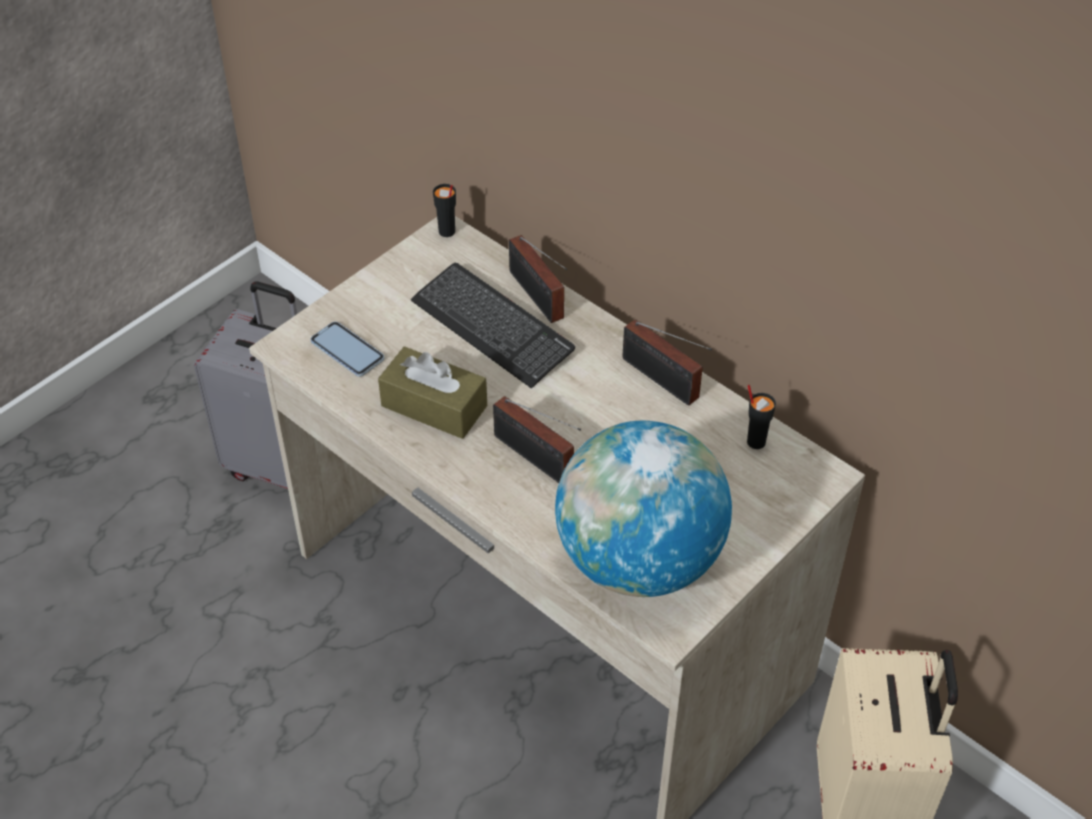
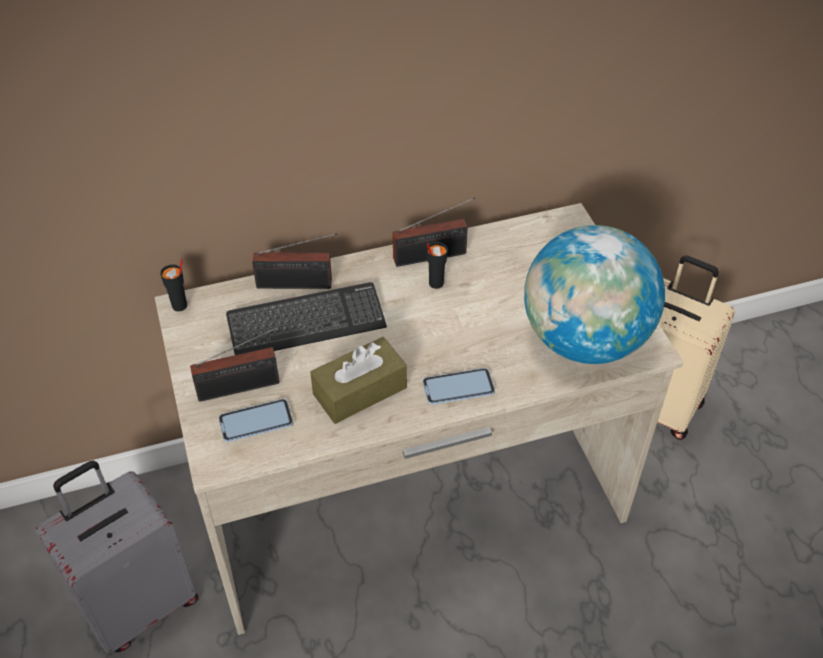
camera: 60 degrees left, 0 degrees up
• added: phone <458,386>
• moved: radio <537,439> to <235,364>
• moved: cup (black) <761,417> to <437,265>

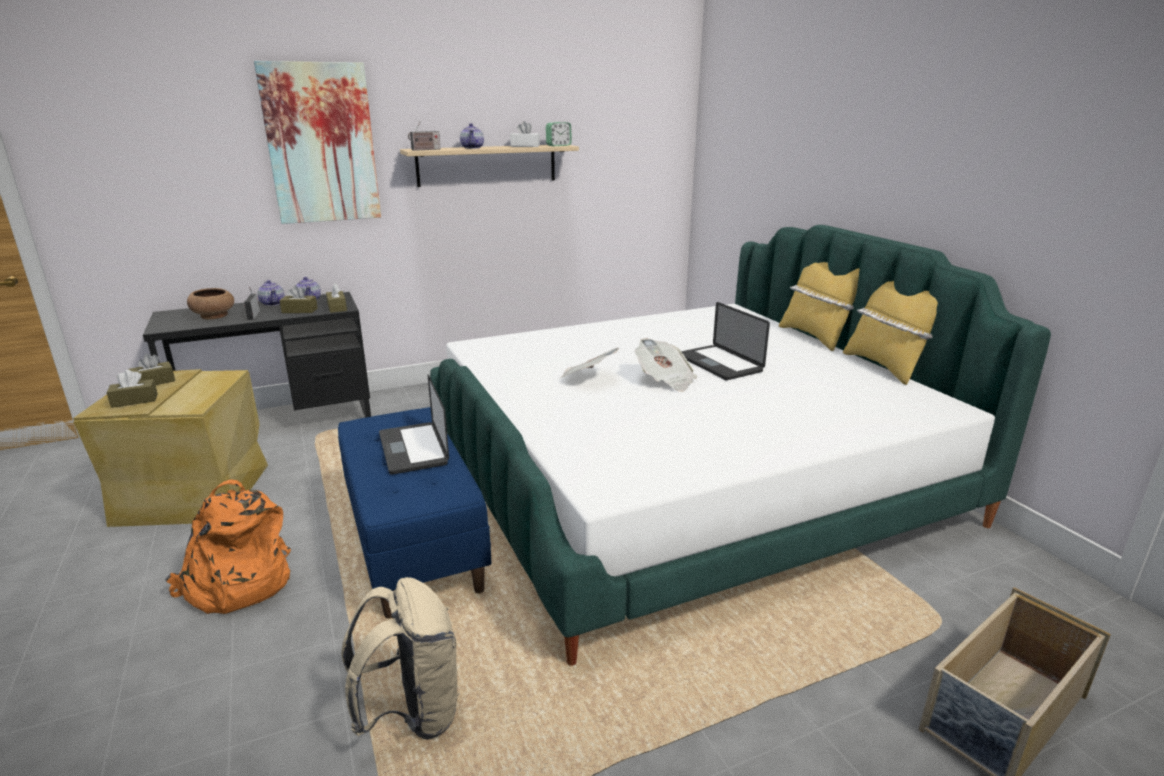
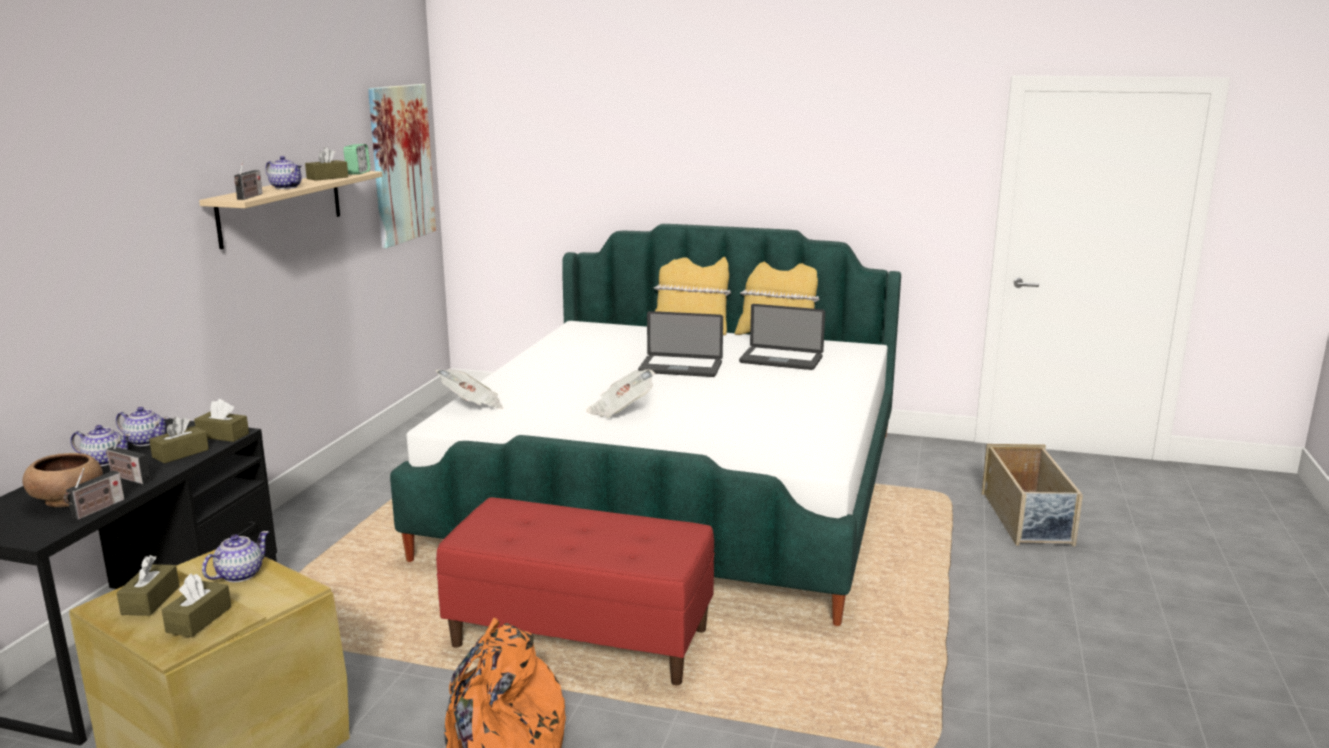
camera: 50 degrees left, 5 degrees down
• removed: backpack (beige) <400,658>
• added: radio <94,494>
• added: teapot <235,556>
• moved: picture <317,142> to <402,166>
• moved: laptop <414,425> to <782,337>
• moved: newspaper <666,365> to <470,389>
• recoloured: bench (blue) <414,513> to bench (red) <575,591>
• recoloured: tissue box (white) <525,134> to tissue box (brown) <326,164>

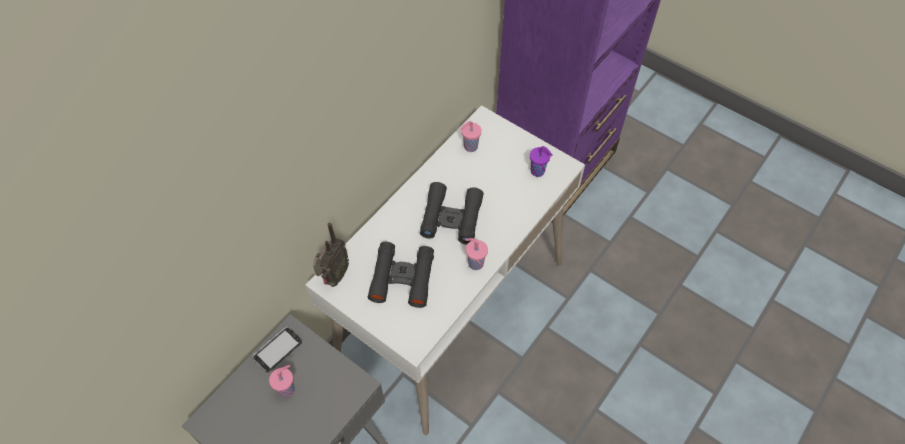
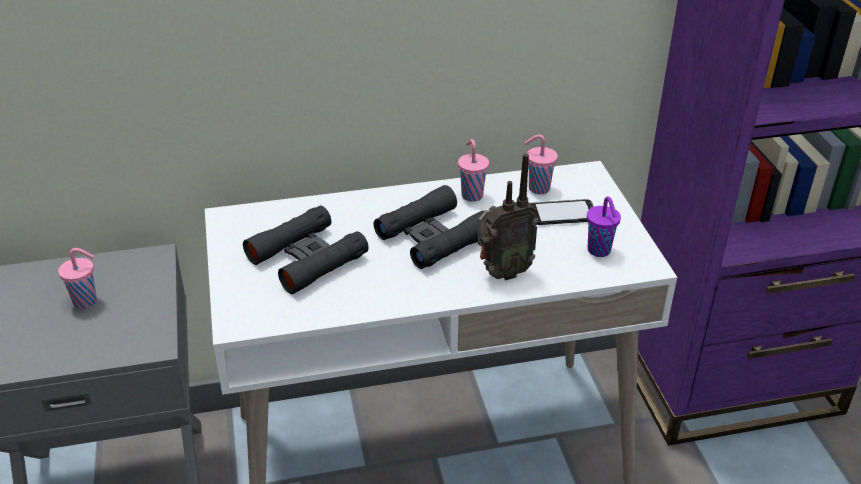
camera: 40 degrees right, 20 degrees down
• moved: phone <277,349> to <562,212>
• moved: radio <331,255> to <508,217>
• moved: cup (pink) <476,254> to <473,170>

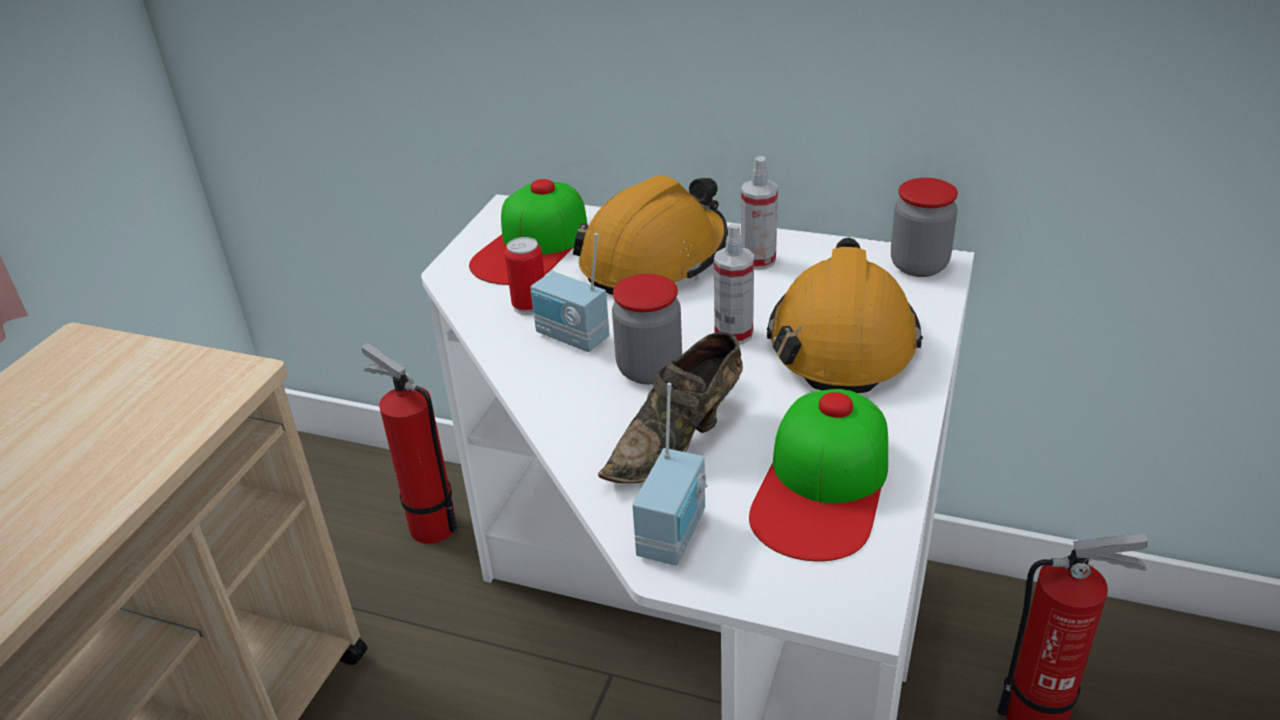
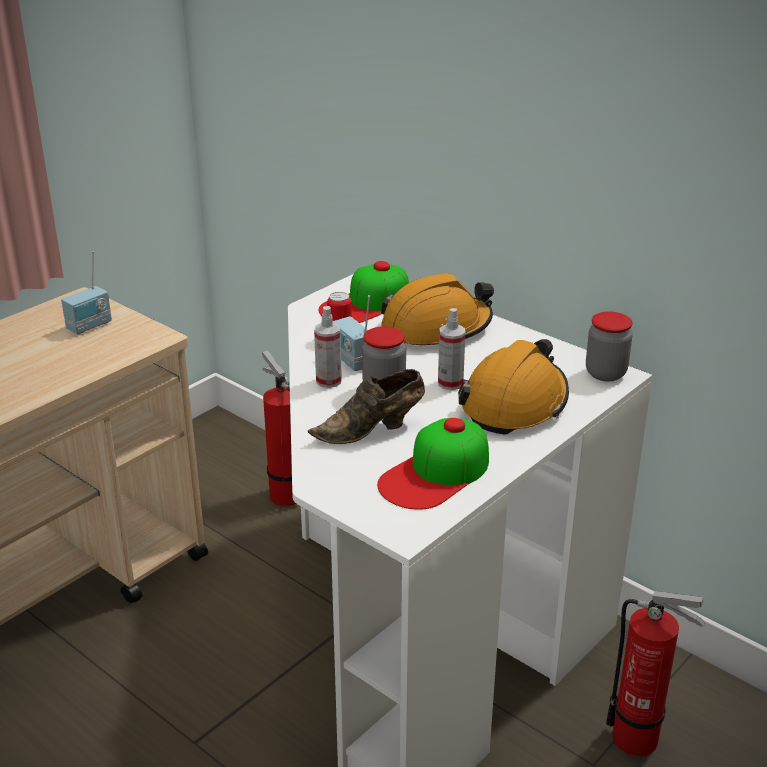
camera: 20 degrees right, 5 degrees down
• moved: radio <670,474> to <86,292>
• moved: spray bottle <759,213> to <328,347>

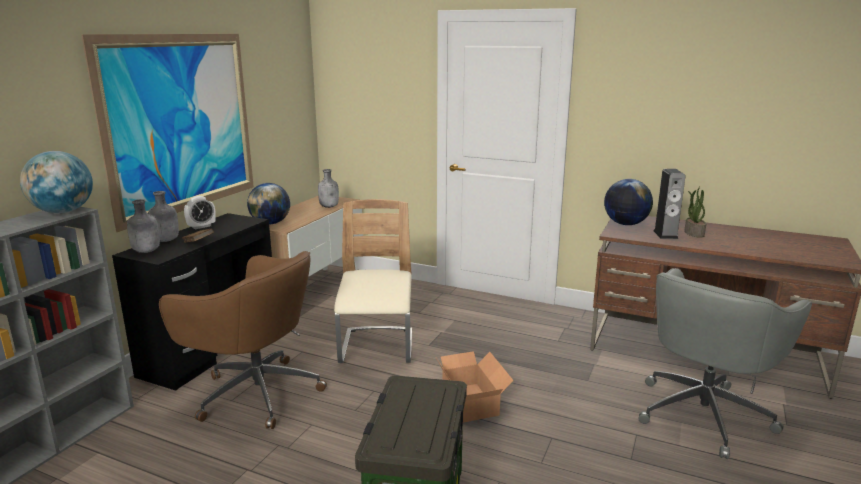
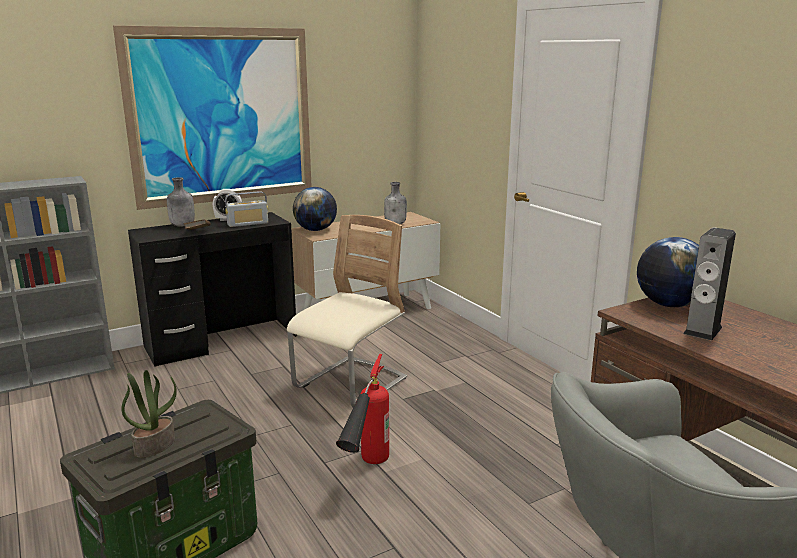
camera: 35 degrees right, 0 degrees up
• removed: globe <56,182>
• removed: bottle (grey) <143,226>
• removed: office chair (brown) <243,340>
• added: radio <246,209>
• moved: potted plant <695,212> to <149,414>
• replaced: cardboard box <475,387> to fire extinguisher <362,409>

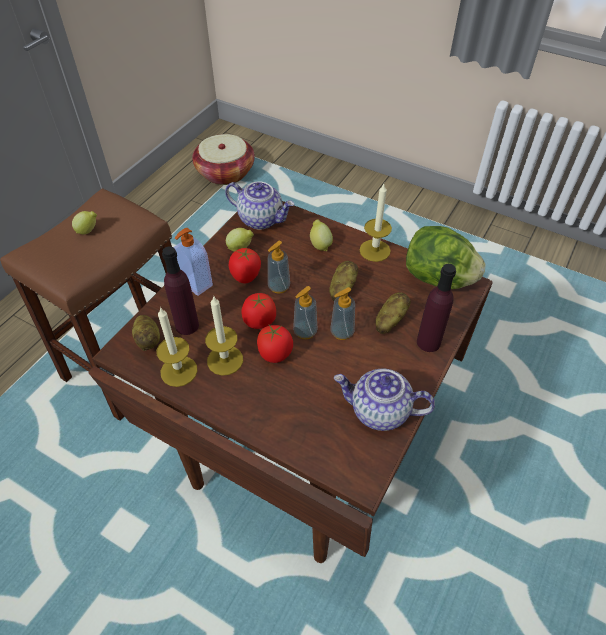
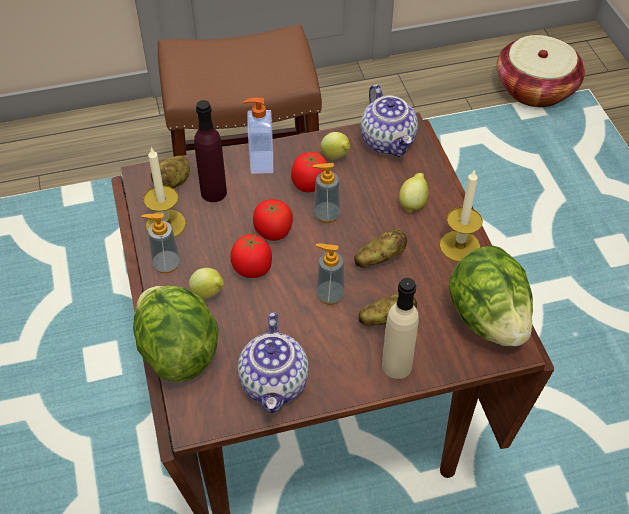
camera: 45 degrees right, 0 degrees up
• removed: candle <224,336>
• added: lettuce <176,334>
• moved: lemon <84,222> to <206,283>
• moved: soap dispenser <305,312> to <161,243>
• recoloured: bottle (purple) <436,308> to bottle (beige) <400,328>
• turned: teapot <384,400> = <273,363> 150 degrees counterclockwise

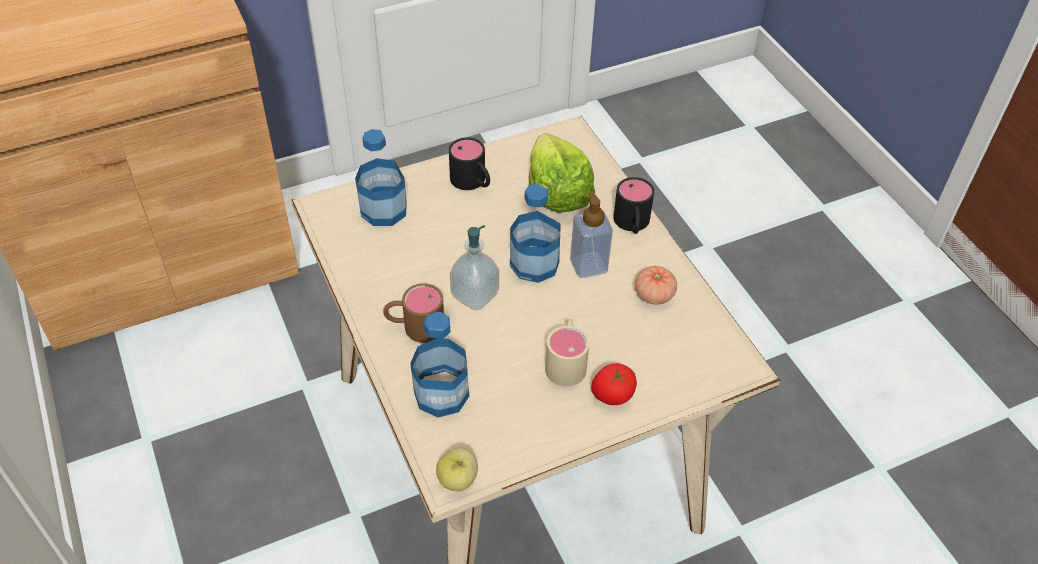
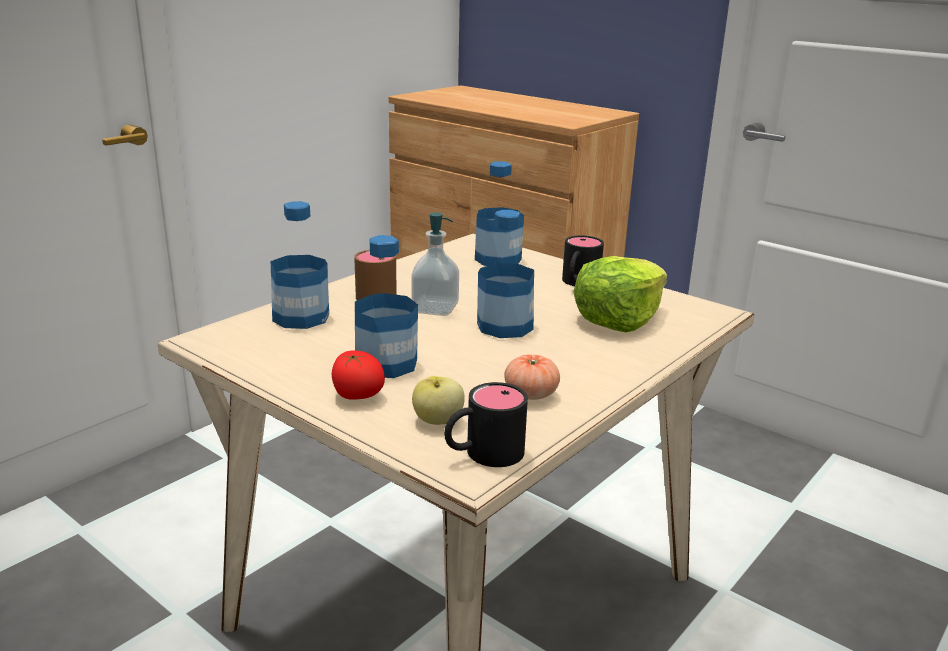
camera: 65 degrees right, 25 degrees down
• removed: soap dispenser <591,235>
• moved: apple <457,469> to <438,400>
• moved: mug (black) <633,205> to <486,424>
• replaced: mug (beige) <567,352> to bottle <386,306>

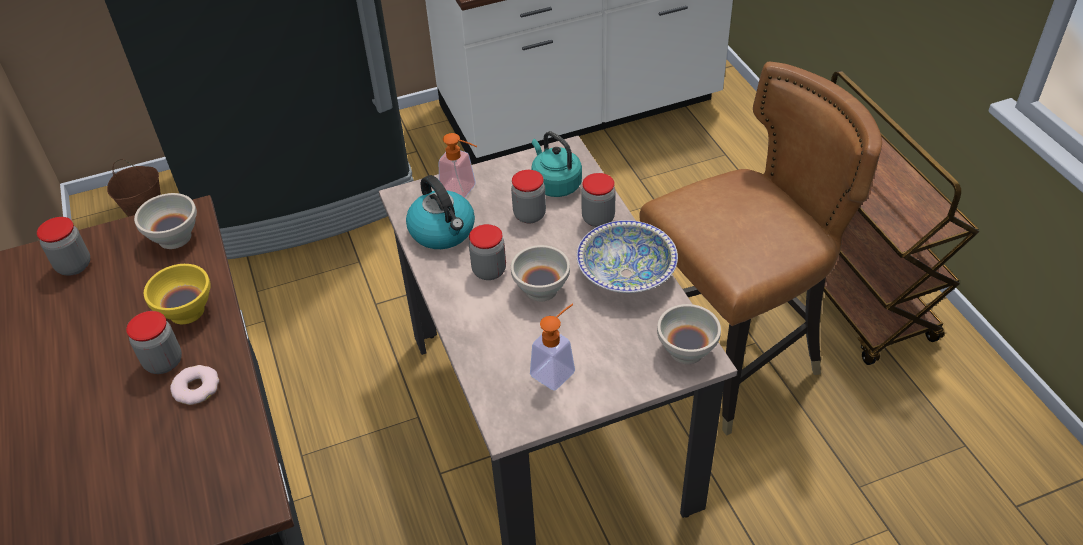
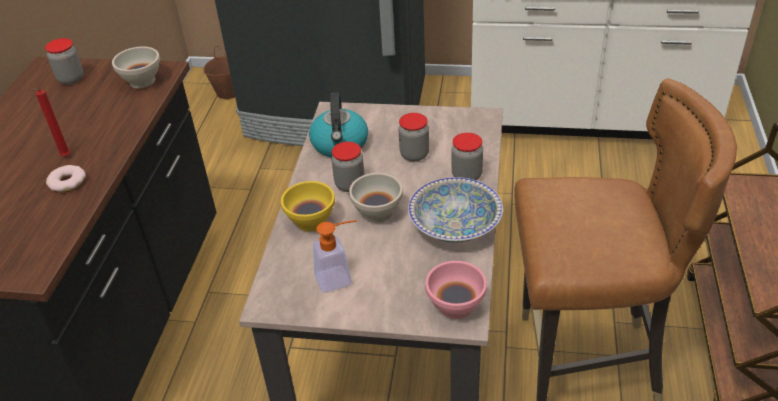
camera: 30 degrees right, 5 degrees down
• removed: soap dispenser <458,165>
• removed: kettle (turquoise) <556,164>
• moved: bowl (yellow) <177,294> to <308,206>
• replaced: jar <154,342> to candle (red) <50,123>
• recoloured: bowl (white) <689,334> to bowl (pink) <456,290>

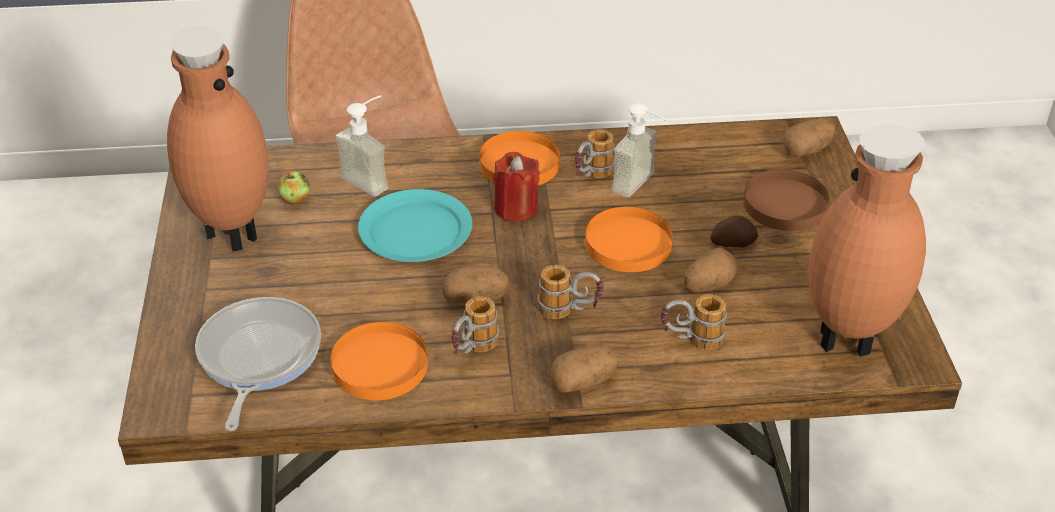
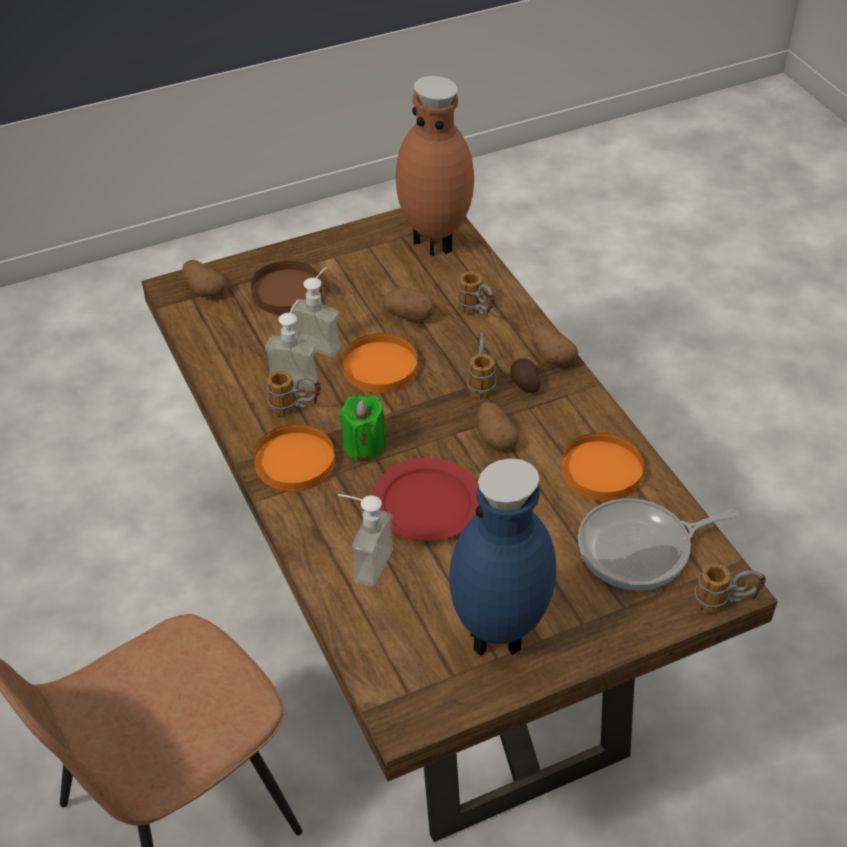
camera: 110 degrees left, 5 degrees up
• removed: apple <294,188>
• added: soap dispenser <315,311>
• moved: mug <475,325> to <730,588>
• moved: potato <734,231> to <525,375>
• recoloured: vase (brown) <218,138> to vase (blue) <502,557>
• recoloured: plate (turquoise) <415,225> to plate (red) <425,499>
• recoloured: candle (red) <516,187> to candle (green) <362,428>

